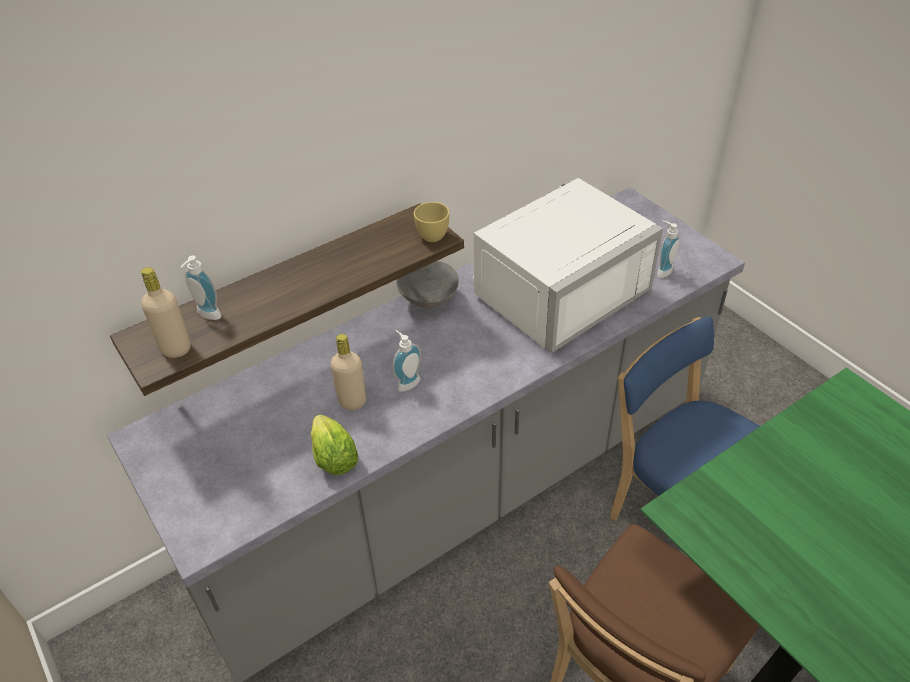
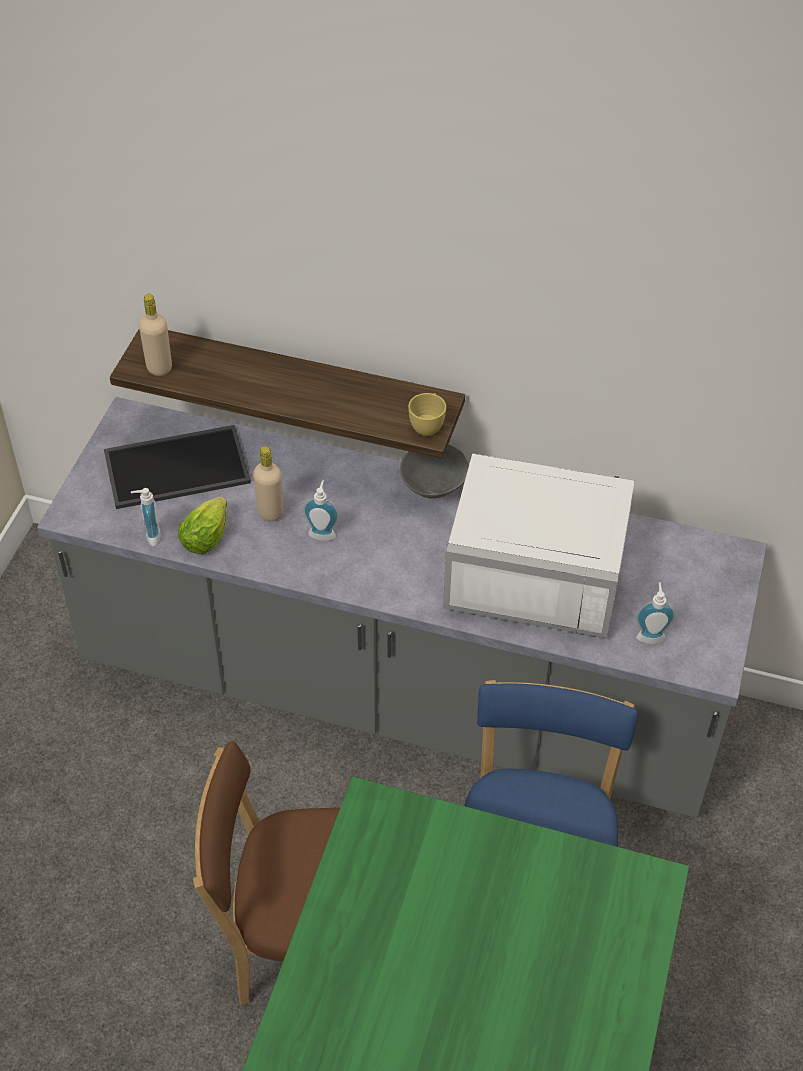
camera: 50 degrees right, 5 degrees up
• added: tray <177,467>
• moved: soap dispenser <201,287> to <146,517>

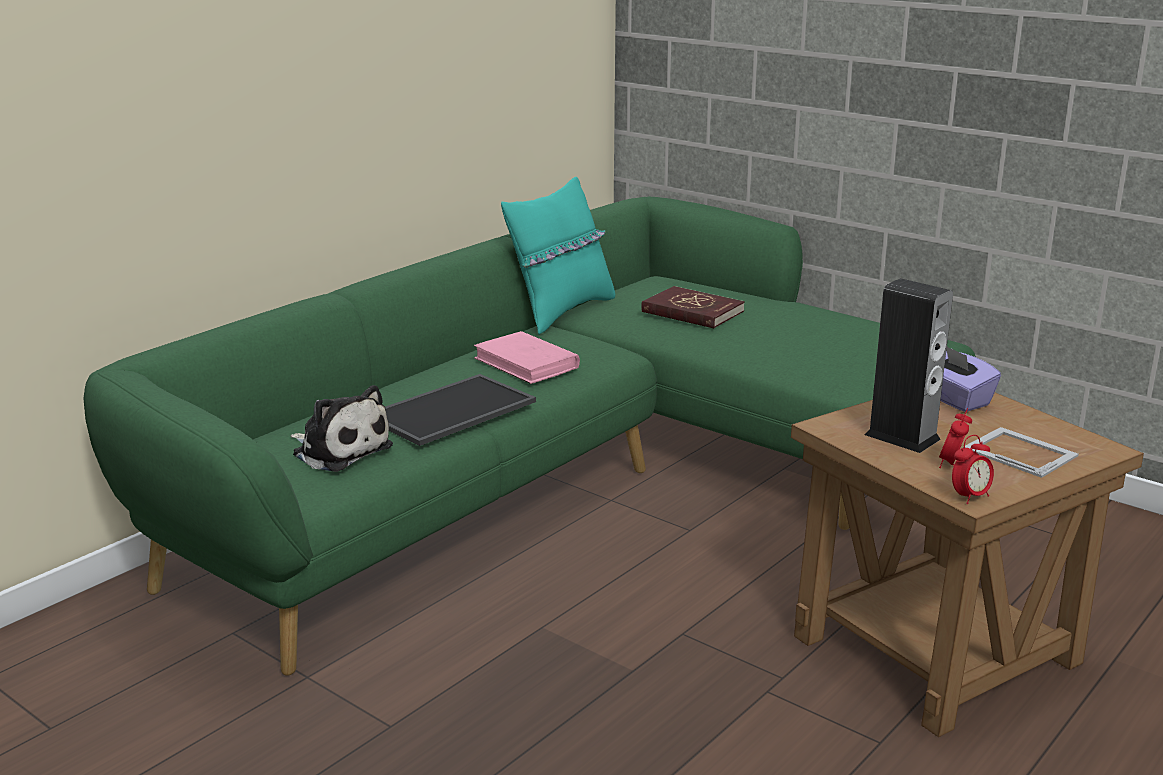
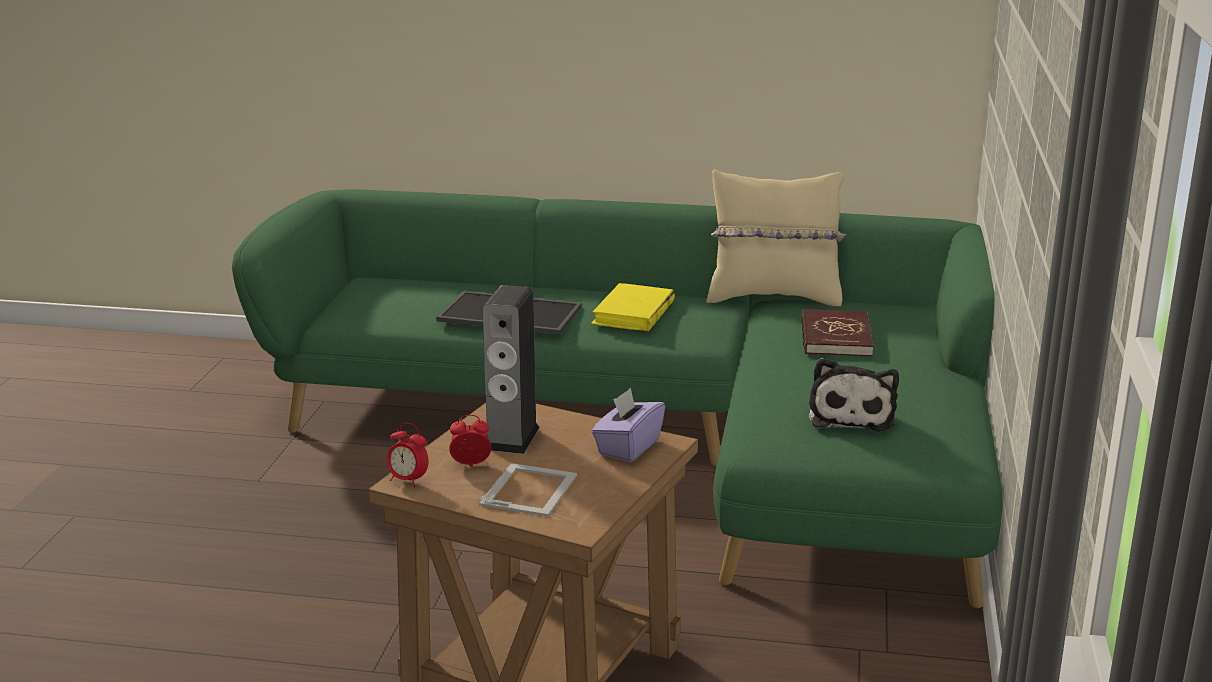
camera: 60 degrees right, 0 degrees up
• moved: plush toy <342,428> to <854,395>
• recoloured: book (pink) <527,357> to book (yellow) <633,307>
• recoloured: pillow (turquoise) <558,255> to pillow (beige) <776,237>

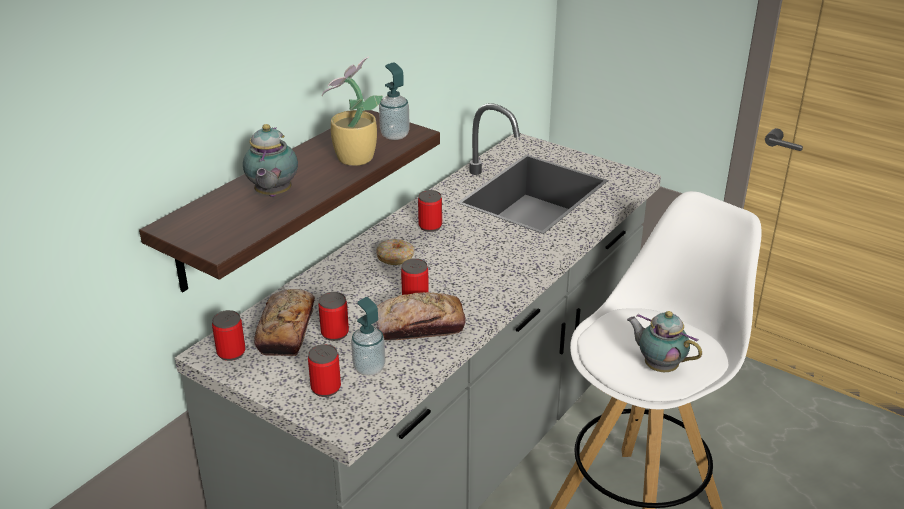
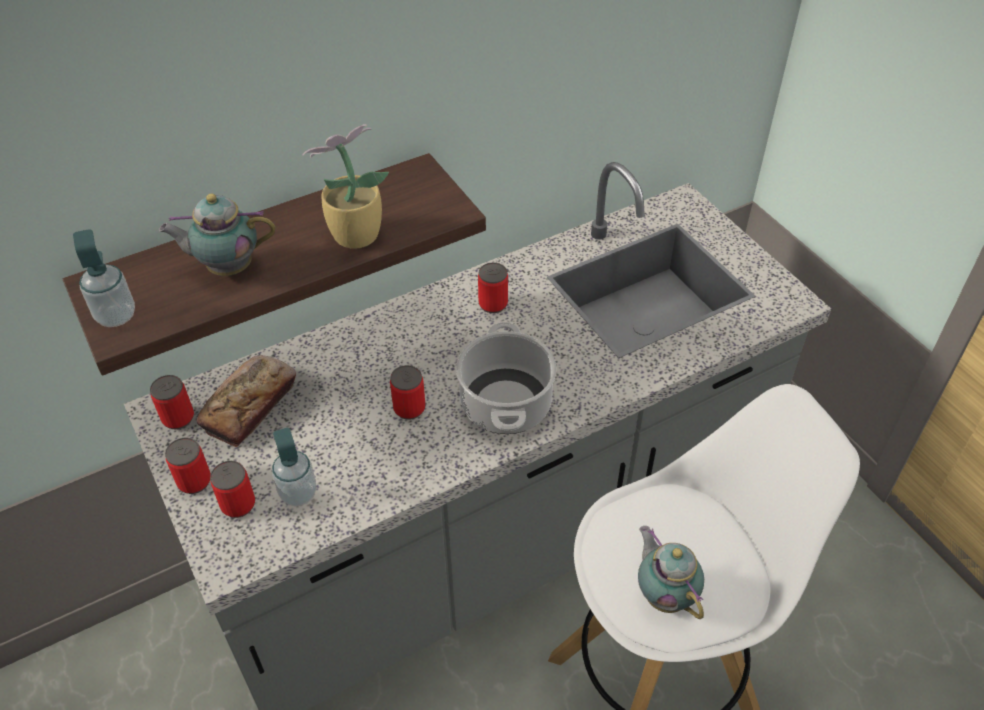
camera: 25 degrees right, 15 degrees up
• removed: donut <395,252>
• removed: bread <421,316>
• added: cooking pot <506,378>
• moved: can <333,316> to <188,466>
• moved: soap dispenser <394,101> to <104,278>
• turned: teapot <270,160> = <217,235> 60 degrees clockwise

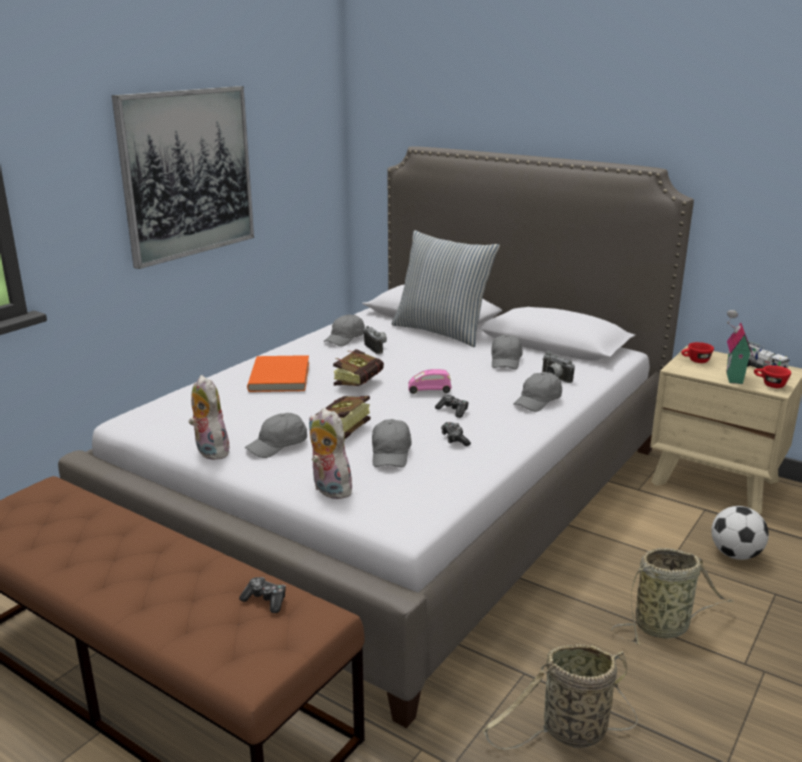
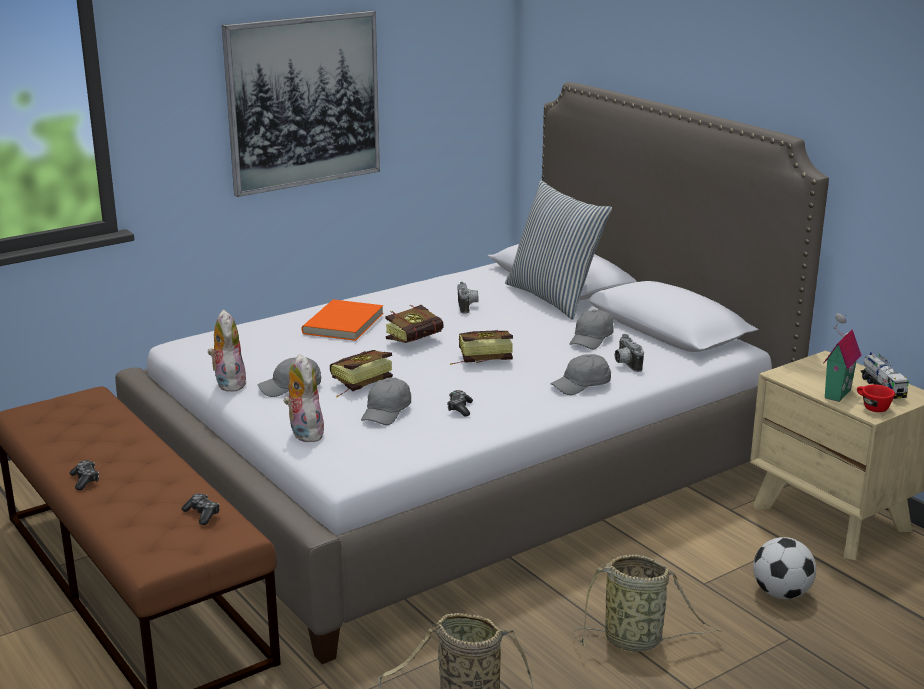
camera: 20 degrees right, 0 degrees up
• removed: cap (grey) <344,330>
• removed: cup (red) <697,352>
• moved: game controller <452,406> to <84,475>
• replaced: toy car (pink) <430,381> to book <481,347>

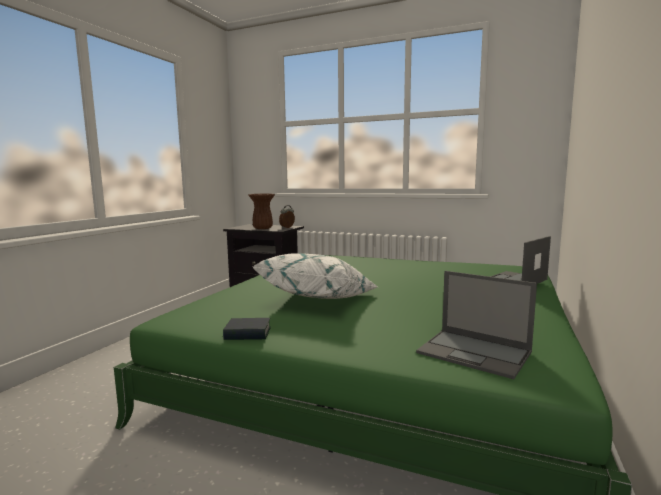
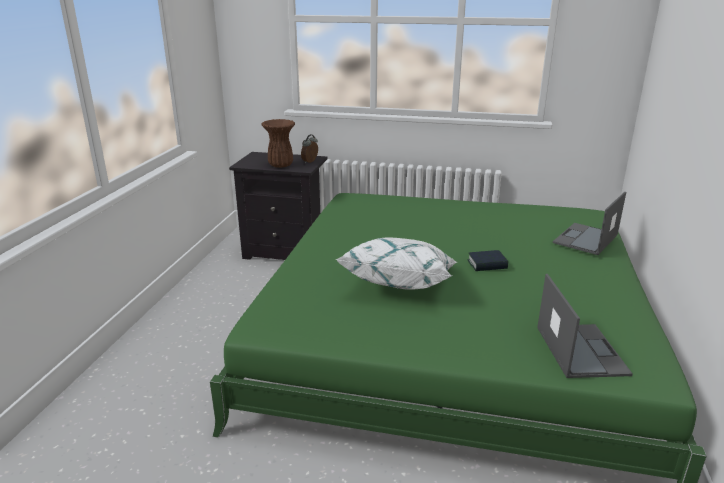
camera: 10 degrees left, 15 degrees up
• moved: book <247,329> to <487,260>
• turned: laptop <476,325> = <585,326> 120 degrees counterclockwise

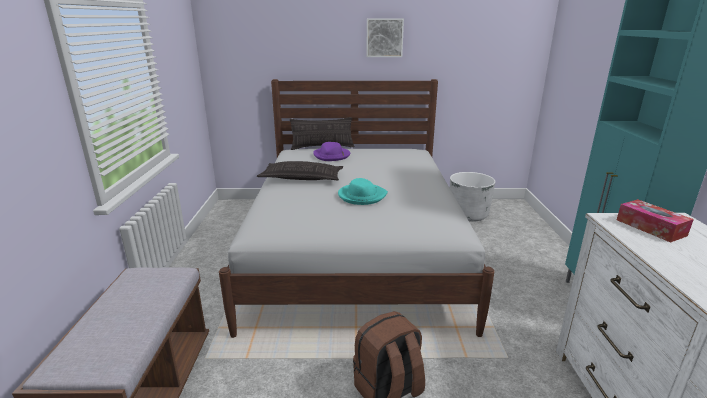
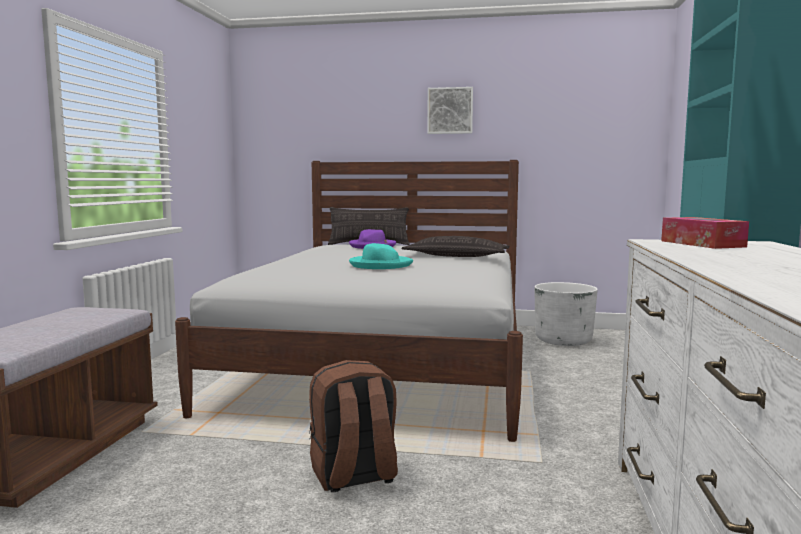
camera: 10 degrees right, 15 degrees down
• moved: pillow <300,170> to <456,246>

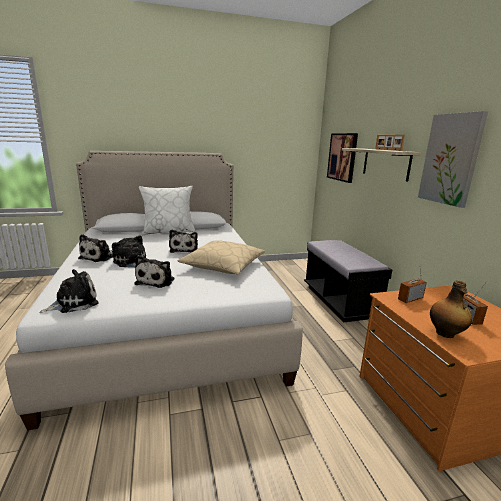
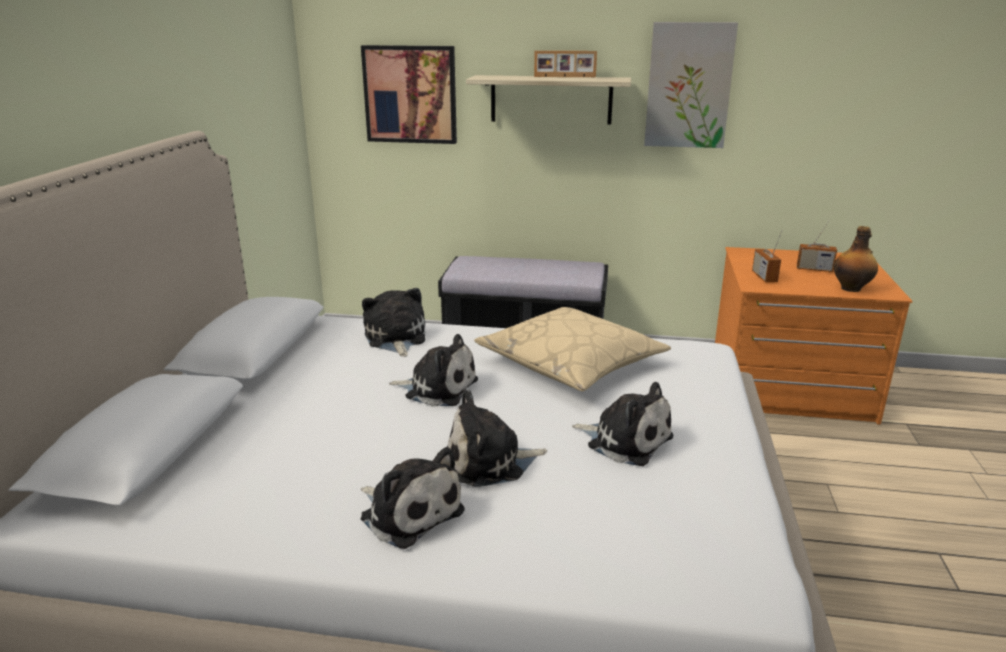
camera: 65 degrees left, 5 degrees up
• removed: pillow (white) <167,210>
• moved: plush toy <69,291> to <393,322>

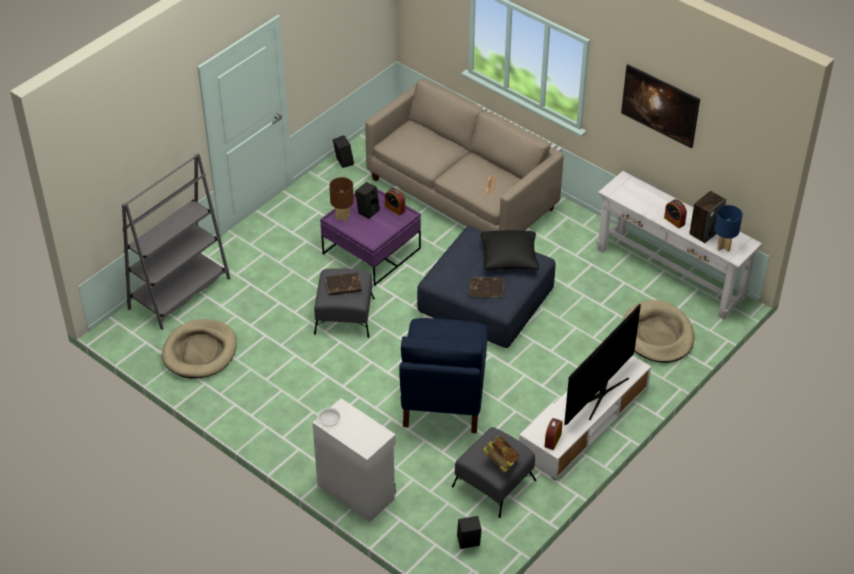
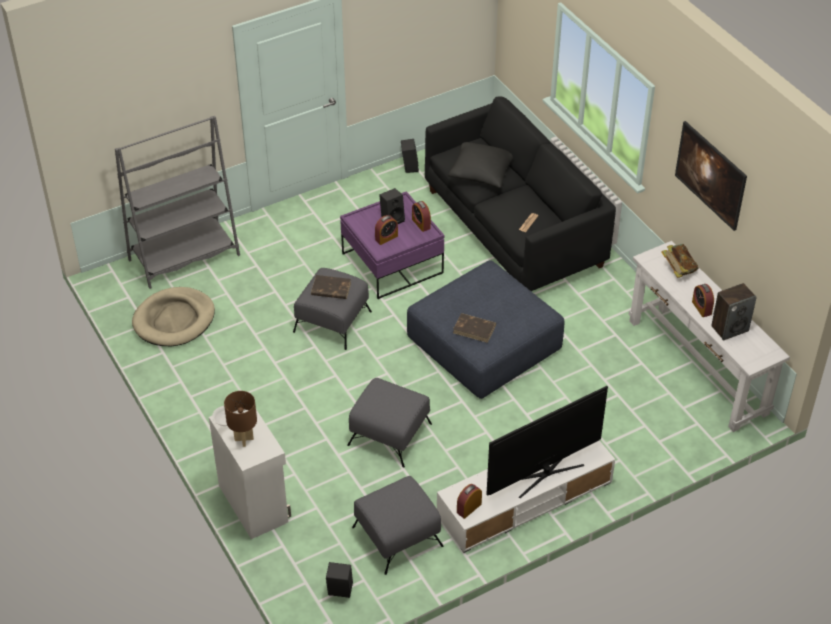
camera: 20 degrees right, 0 degrees up
• removed: dog bed (beige) <658,331>
• removed: table lamp (blue) <729,228>
• added: alarm clock <386,230>
• moved: table lamp (brown) <341,199> to <240,419>
• moved: pillow (black) <509,250> to <480,165>
• moved: book <501,454> to <680,261>
• replaced: armchair (blue) <443,375> to ottoman (grey) <389,423>
• recoloured: sofa (beige) <464,155> to sofa (black) <520,194>

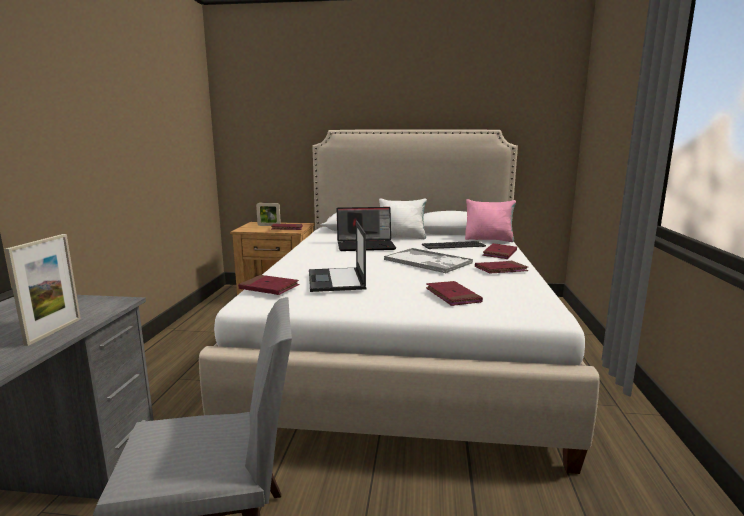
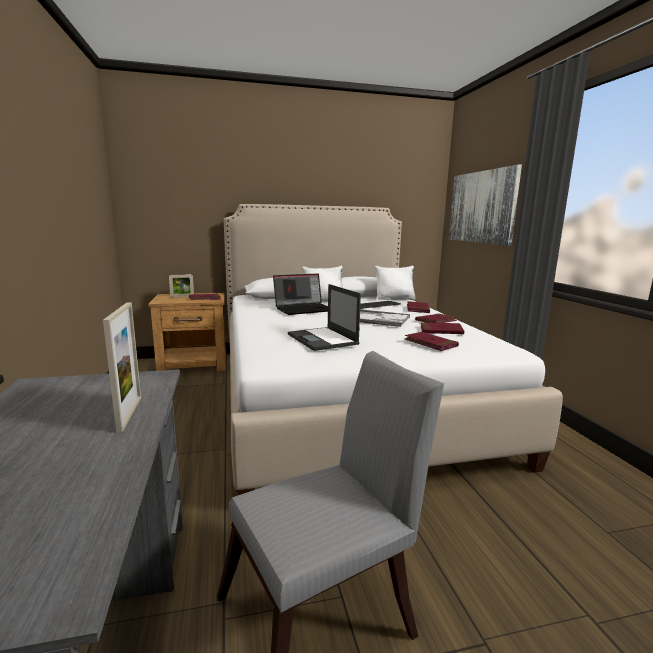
camera: 20 degrees left, 0 degrees up
• added: picture <485,204>
• moved: book (red) <268,285> to <442,328>
• recoloured: pillow (pink) <490,220> to pillow (white) <395,283>

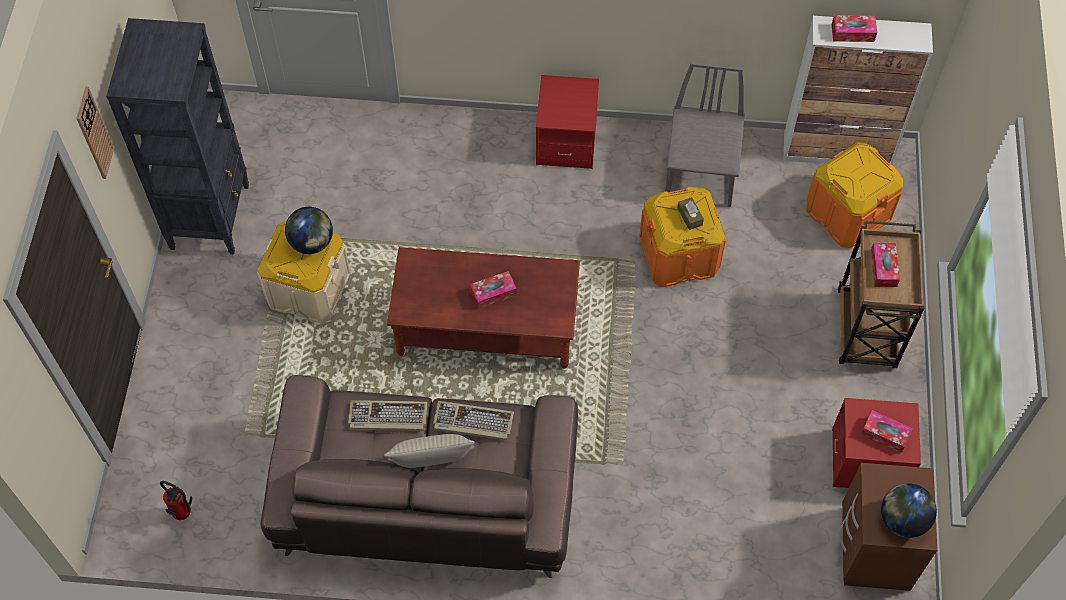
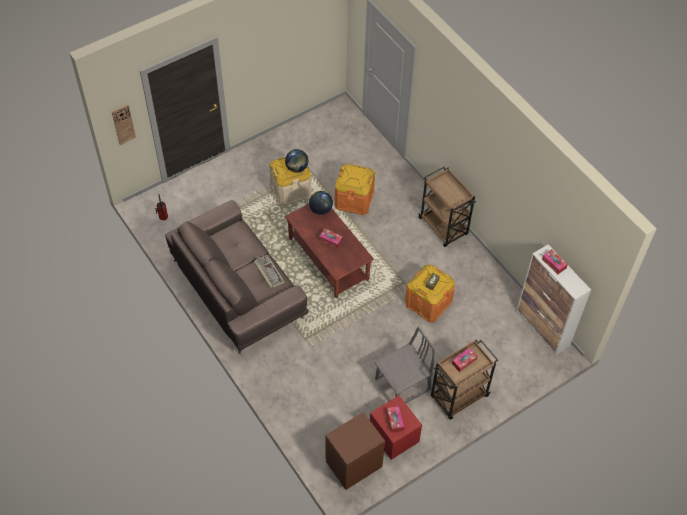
camera: 50 degrees right, 5 degrees down
• removed: bookcase (black) <177,136>
• removed: keyboard <387,415>
• removed: pillow (beige) <429,451>
• moved: wall clock <95,133> to <124,125>
• moved: chair (grey) <705,134> to <405,364>
• moved: storage box (orange) <854,195> to <355,189>
• moved: globe <909,510> to <321,203>
• replaced: nightstand (red) <567,122> to cart (brown) <447,207>

